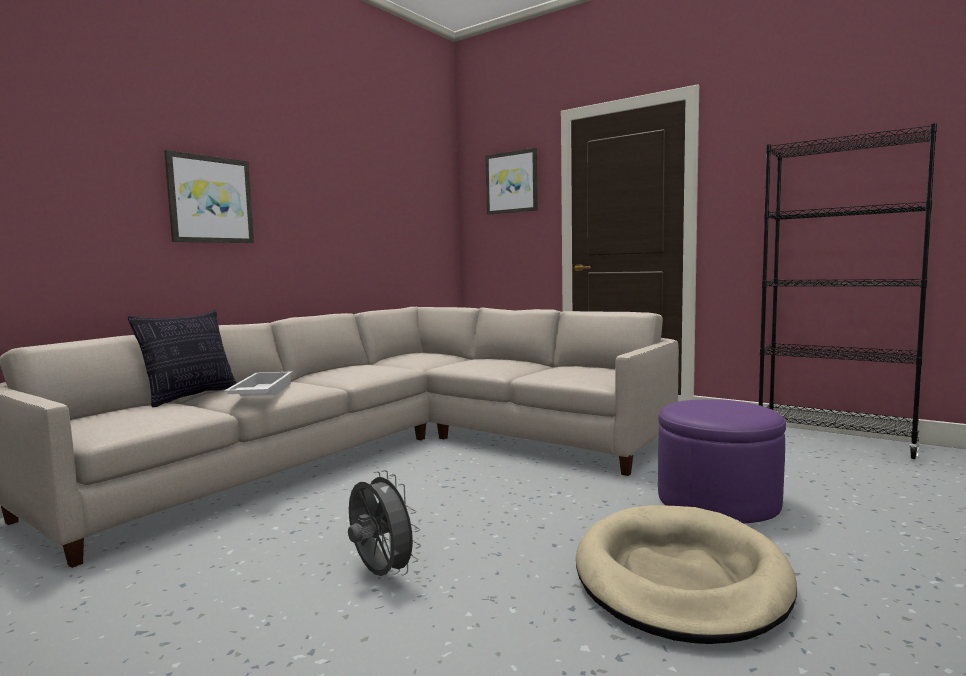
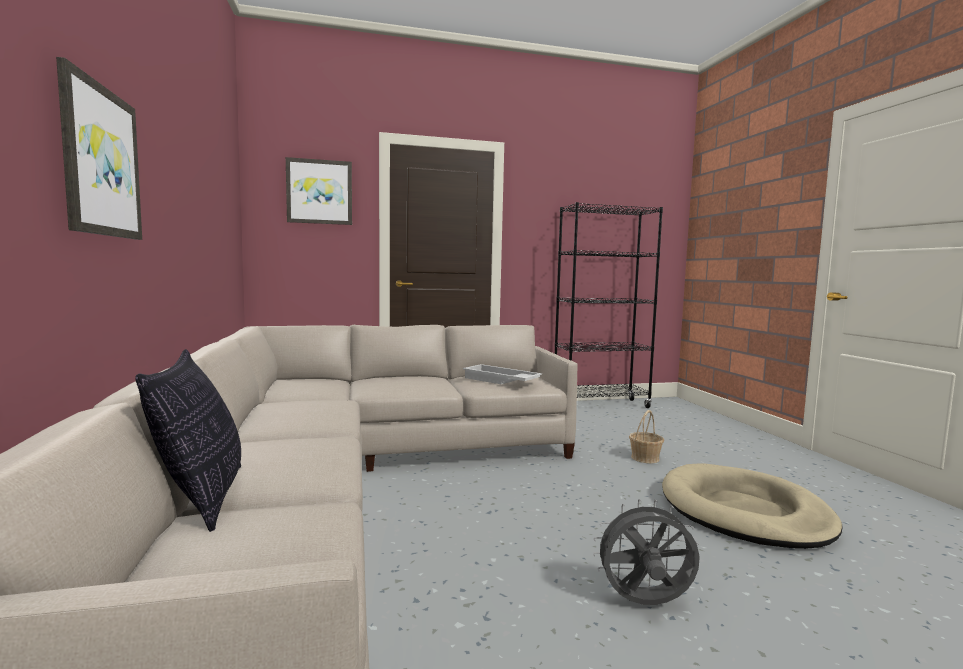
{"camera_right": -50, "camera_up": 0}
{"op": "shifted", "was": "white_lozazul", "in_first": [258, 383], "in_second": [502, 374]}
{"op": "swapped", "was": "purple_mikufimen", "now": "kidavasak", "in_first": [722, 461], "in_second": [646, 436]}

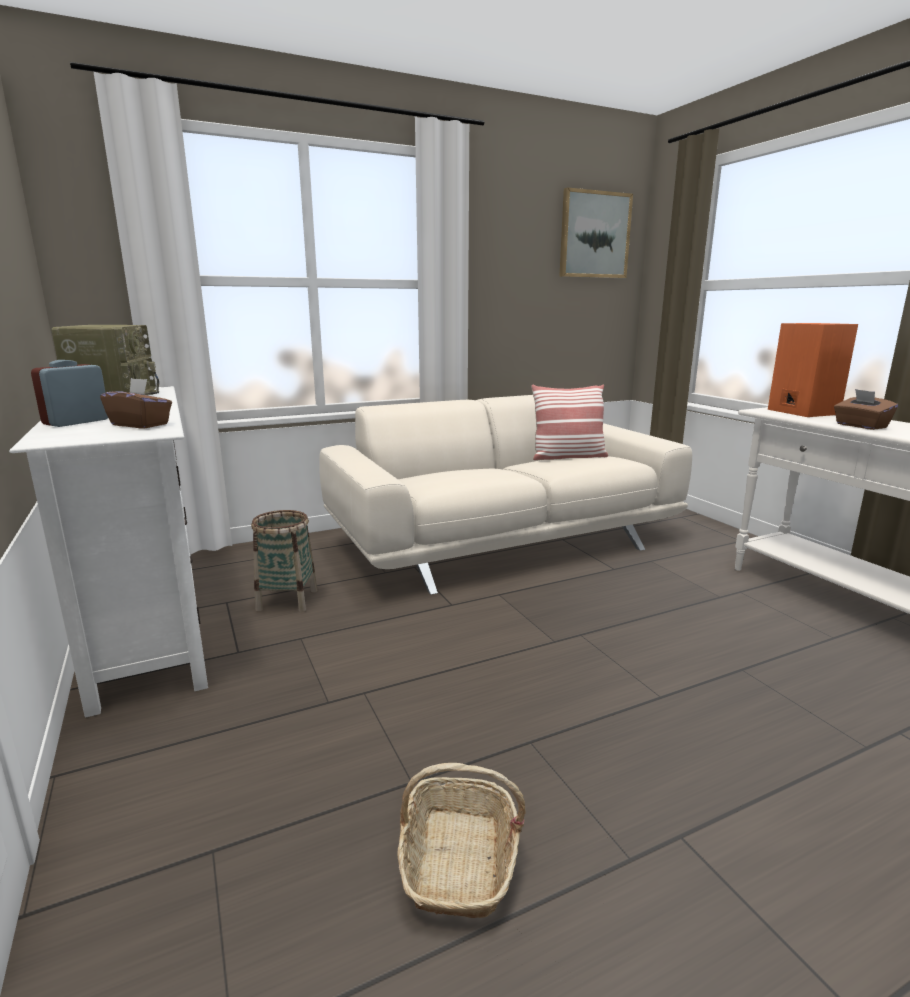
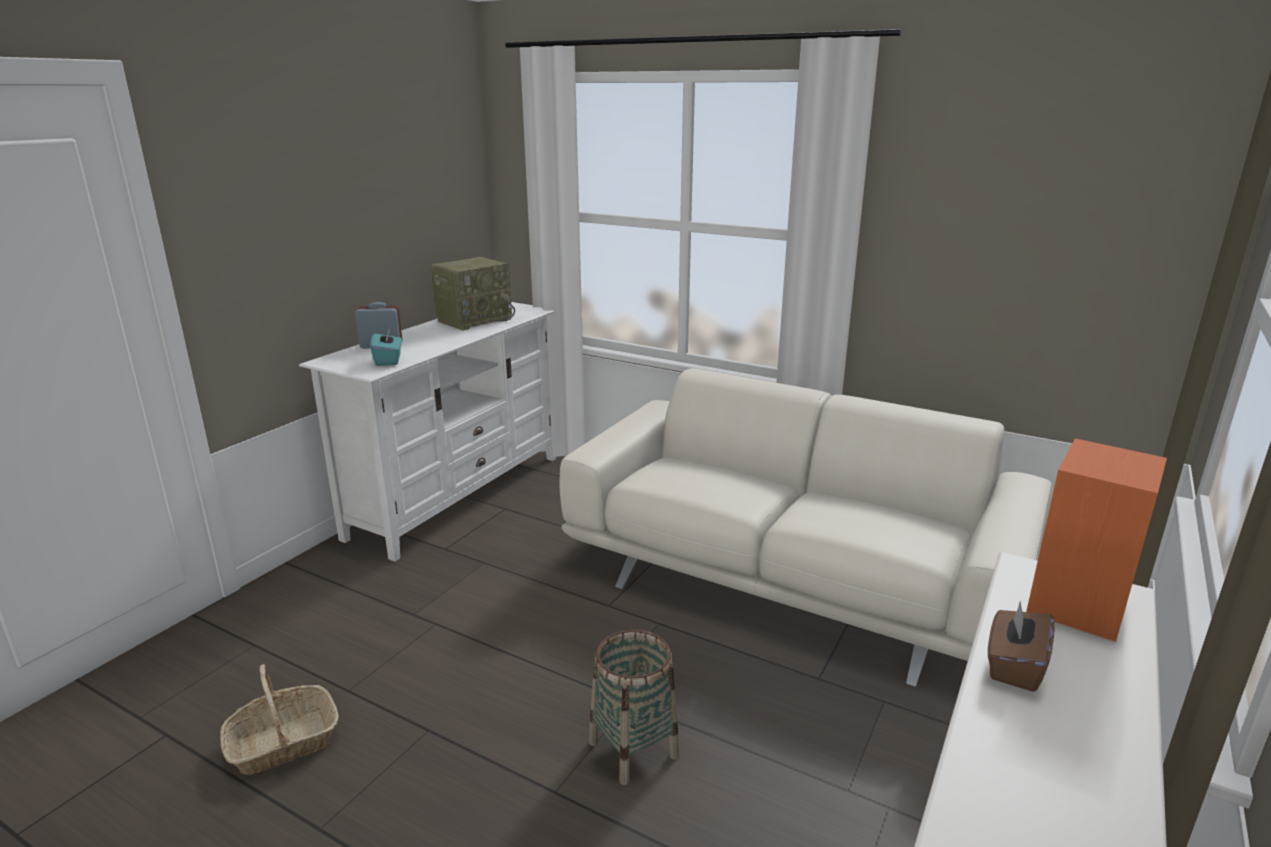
{"camera_right": 55, "camera_up": 5}
{"op": "repainted", "was": "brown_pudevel", "now": "turquoise_pudevel", "in_first": [136, 403], "in_second": [386, 346]}
{"op": "shifted", "was": "kidavasak", "in_first": [284, 561], "in_second": [634, 707]}
{"op": "gone", "was": "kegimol", "in_first": [569, 422]}
{"op": "gone", "was": "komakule", "in_first": [596, 232]}

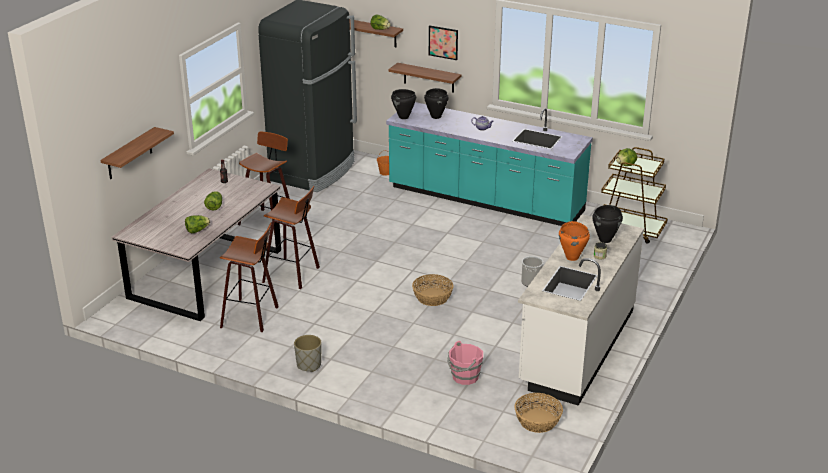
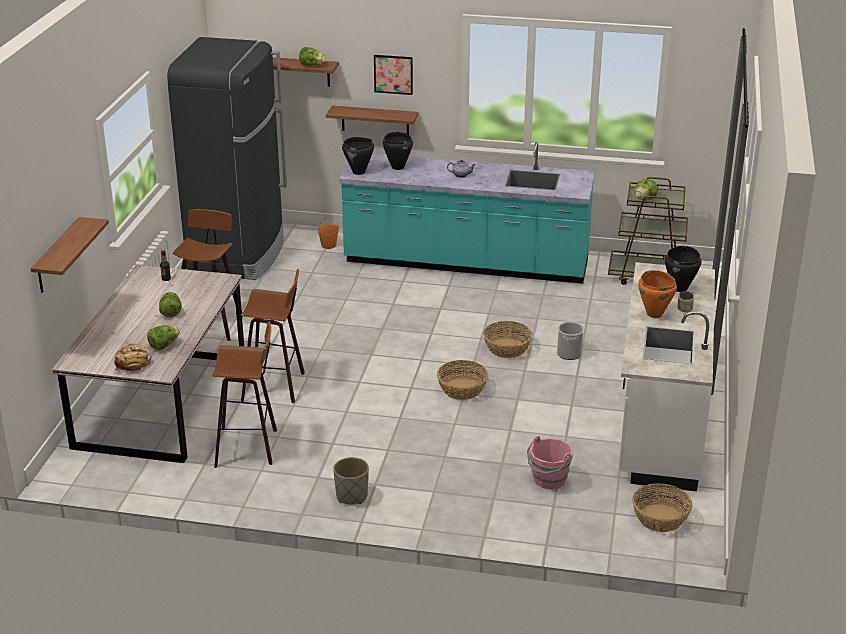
{"camera_right": -15, "camera_up": 0}
{"op": "new", "now": "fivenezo", "in_second": [133, 358]}
{"op": "new", "now": "kidavasak", "in_second": [508, 339]}

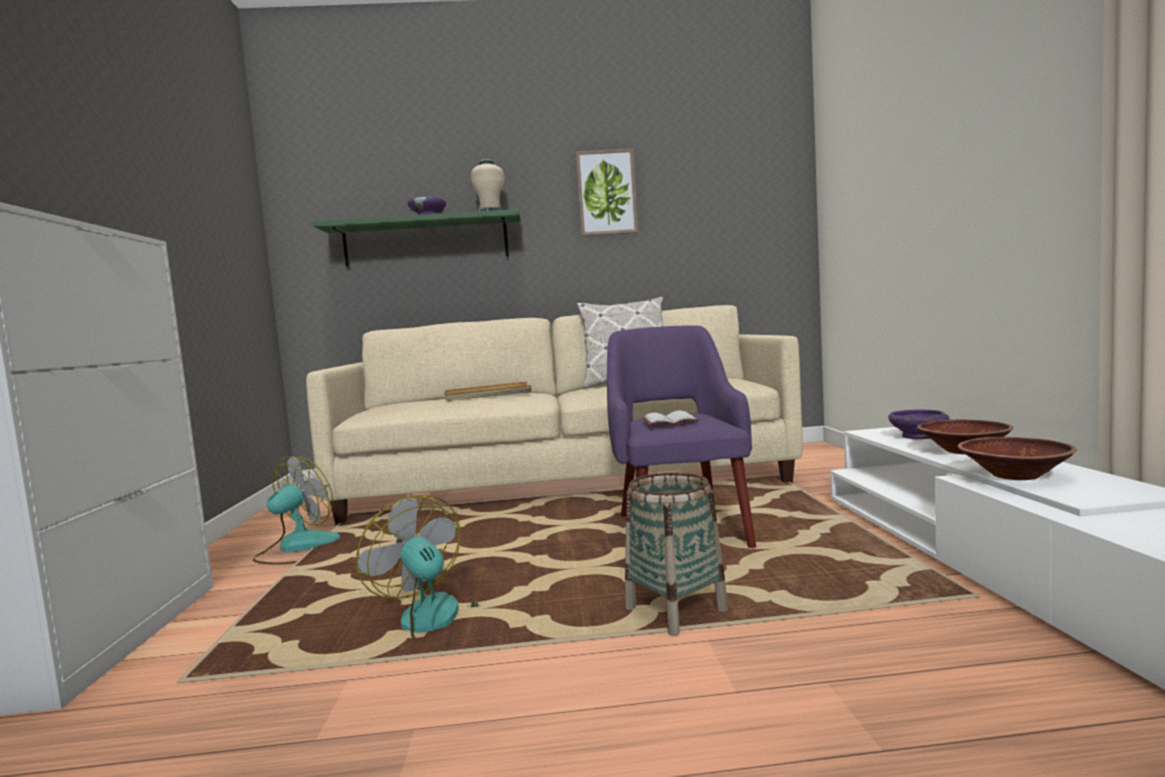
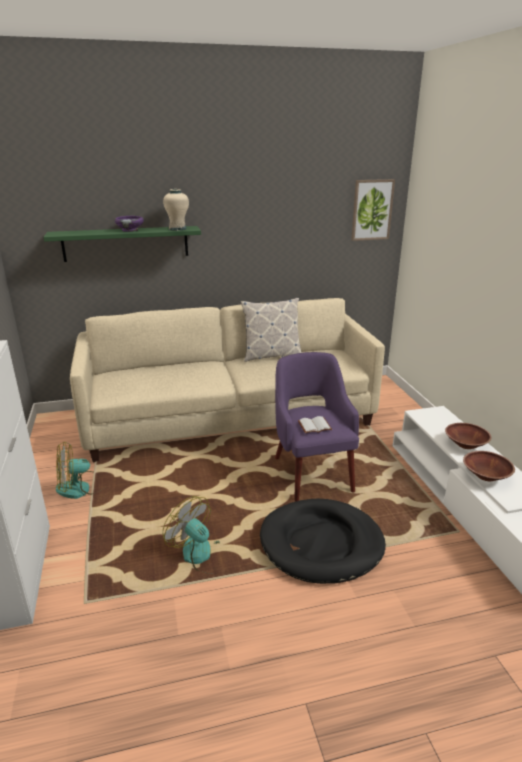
{"camera_right": -10, "camera_up": 20}
{"op": "rotated", "was": "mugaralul", "in_first": [296, 510], "in_second": [81, 470], "clockwise": -135}
{"op": "swapped", "was": "kidavasak", "now": "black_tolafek", "in_first": [676, 554], "in_second": [323, 541]}
{"op": "shifted", "was": "komakule", "in_first": [607, 192], "in_second": [373, 210]}
{"op": "gone", "was": "beige_lozazul", "in_first": [487, 391]}
{"op": "gone", "was": "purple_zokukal", "in_first": [919, 424]}

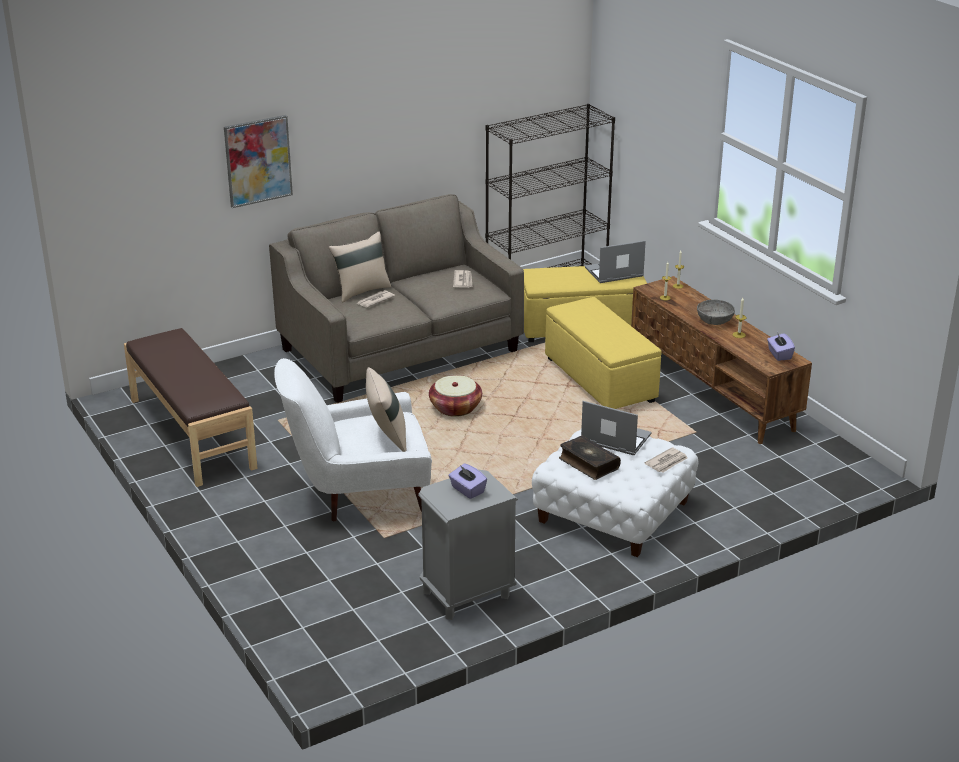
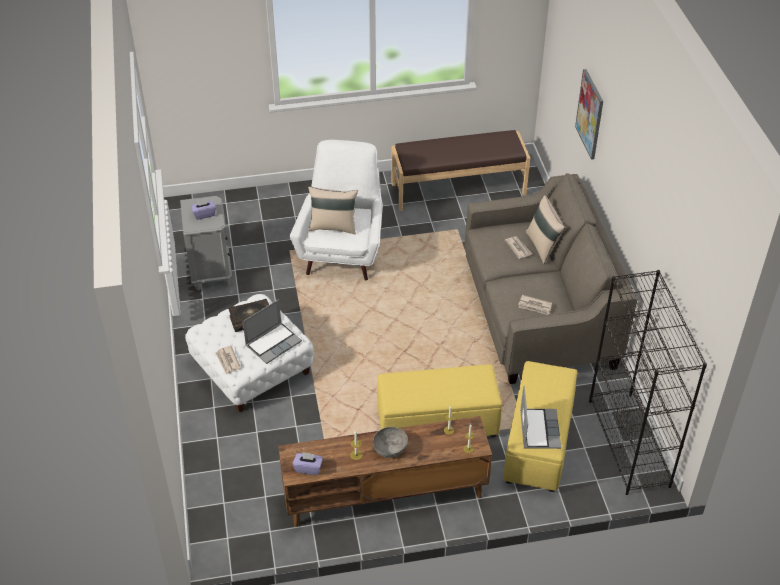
{"camera_right": 110, "camera_up": 15}
{"op": "gone", "was": "kidavasak", "in_first": [455, 396]}

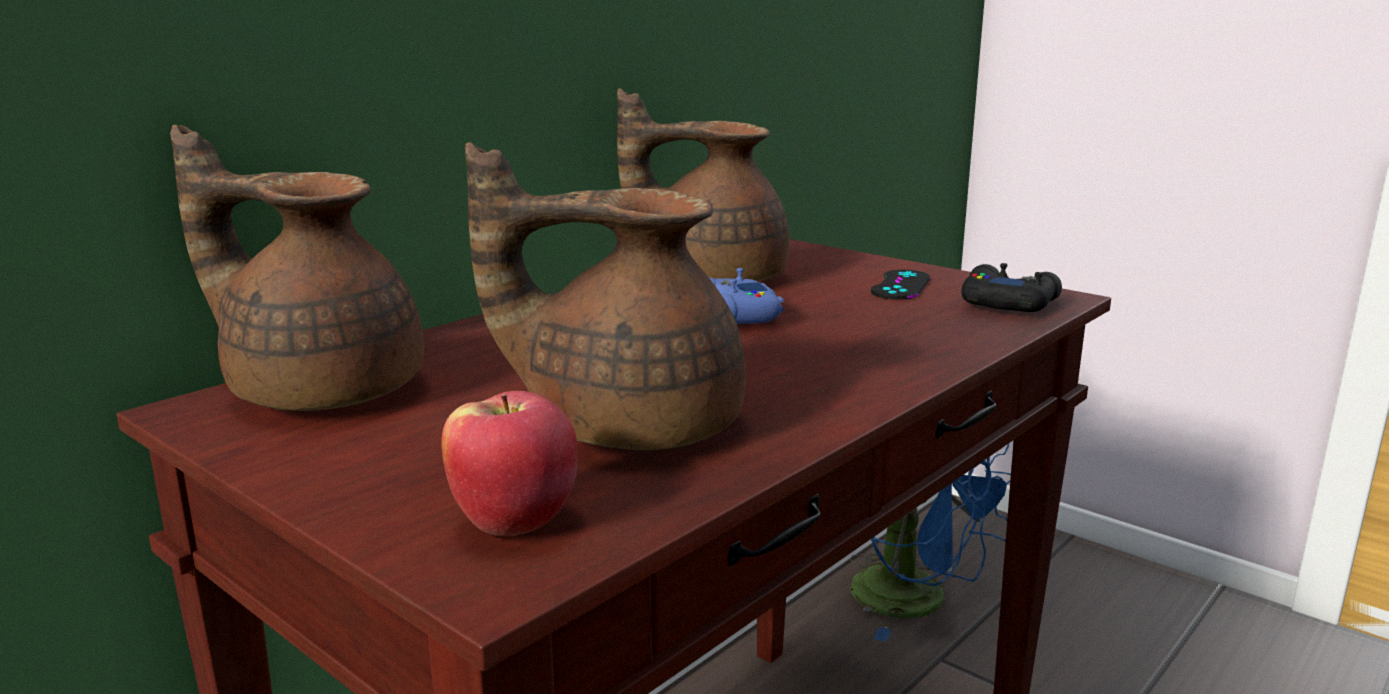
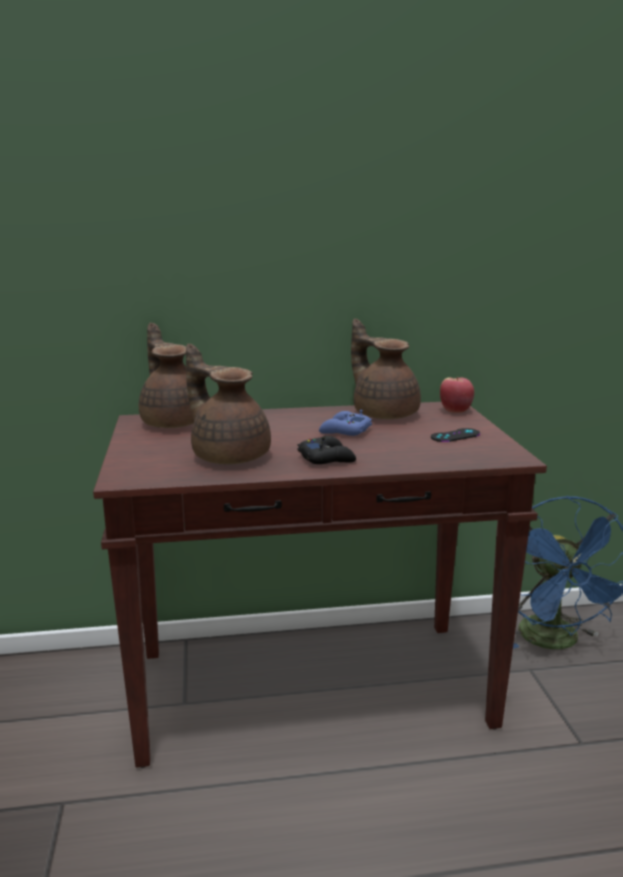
{"camera_right": 40, "camera_up": 0}
{"op": "shifted", "was": "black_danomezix", "in_first": [1011, 287], "in_second": [327, 450]}
{"op": "shifted", "was": "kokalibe", "in_first": [509, 464], "in_second": [457, 395]}

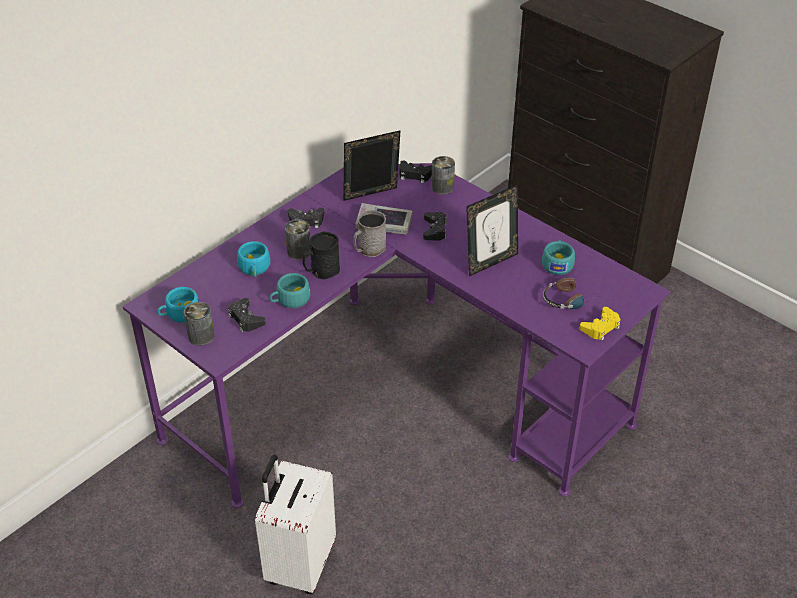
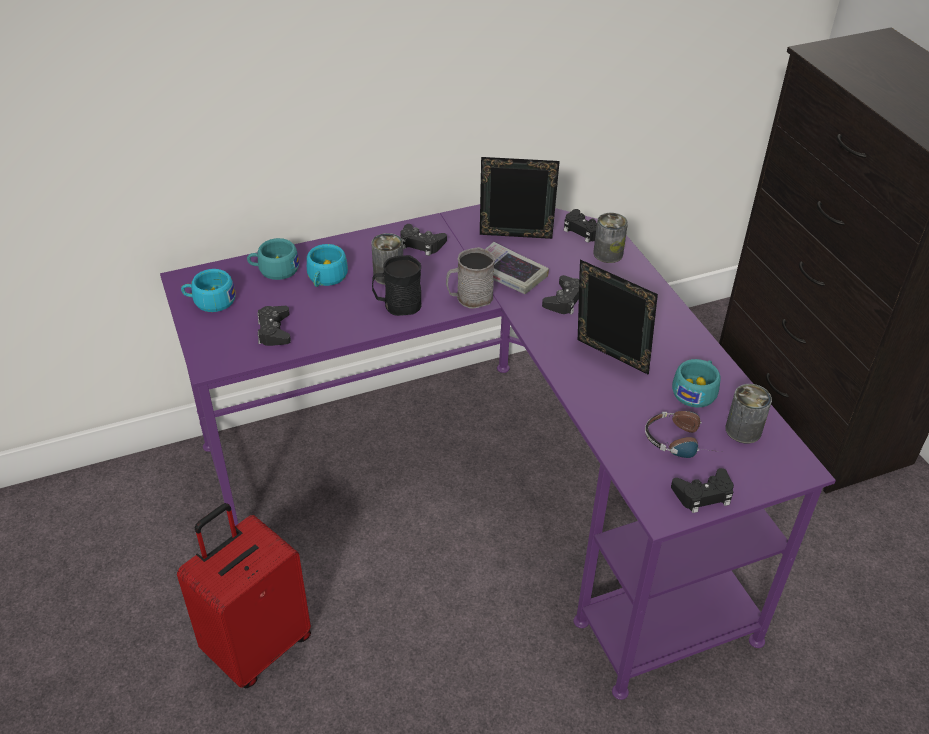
{"camera_right": 25, "camera_up": 0}
{"op": "repainted", "was": "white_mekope", "now": "red_mekope", "in_first": [295, 524], "in_second": [244, 595]}
{"op": "shifted", "was": "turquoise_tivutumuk", "in_first": [290, 290], "in_second": [273, 259]}
{"op": "rotated", "was": "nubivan", "in_first": [492, 230], "in_second": [618, 317], "clockwise": -135}
{"op": "repainted", "was": "yellow_danomezix", "now": "black_danomezix", "in_first": [600, 324], "in_second": [702, 490]}
{"op": "shifted", "was": "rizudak", "in_first": [199, 324], "in_second": [748, 413]}

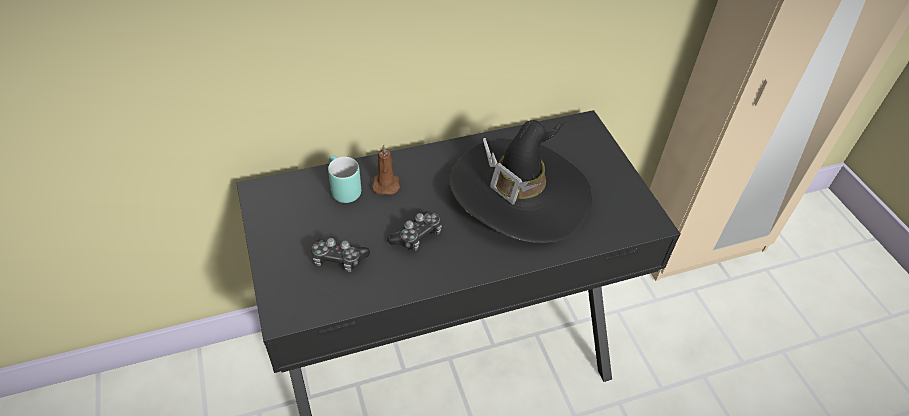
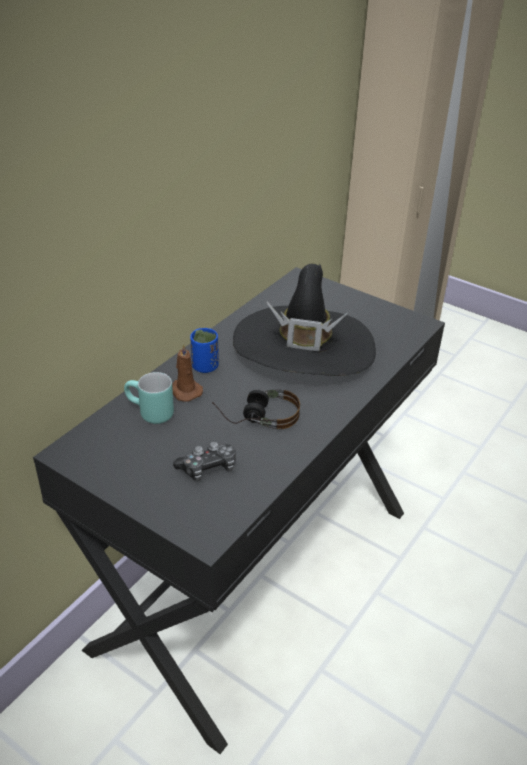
{"camera_right": -35, "camera_up": -10}
{"op": "new", "now": "blue_tivutumuk", "in_second": [204, 350]}
{"op": "swapped", "was": "danomezix", "now": "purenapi", "in_first": [414, 231], "in_second": [256, 409]}

